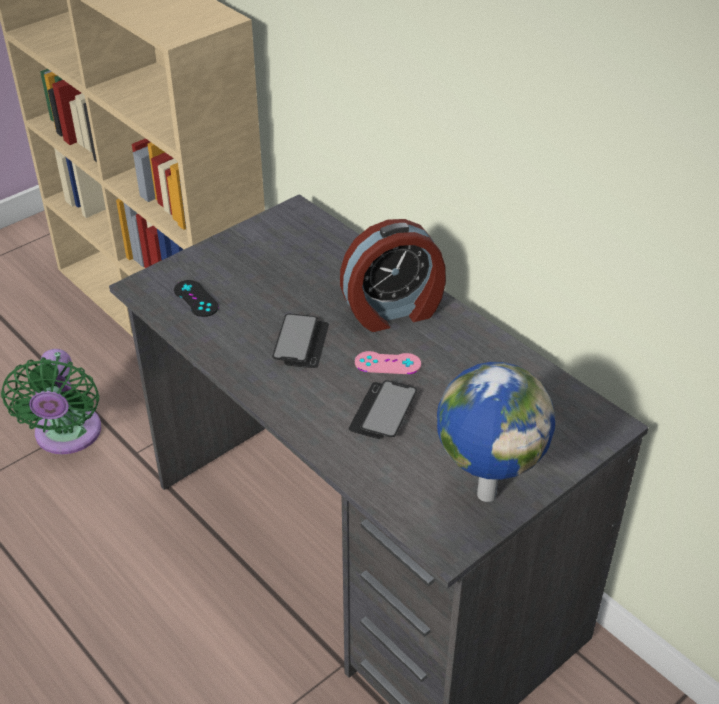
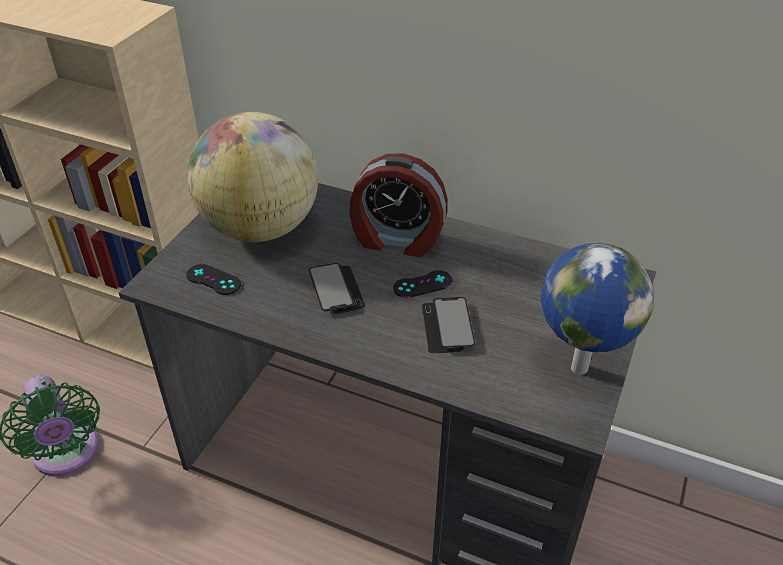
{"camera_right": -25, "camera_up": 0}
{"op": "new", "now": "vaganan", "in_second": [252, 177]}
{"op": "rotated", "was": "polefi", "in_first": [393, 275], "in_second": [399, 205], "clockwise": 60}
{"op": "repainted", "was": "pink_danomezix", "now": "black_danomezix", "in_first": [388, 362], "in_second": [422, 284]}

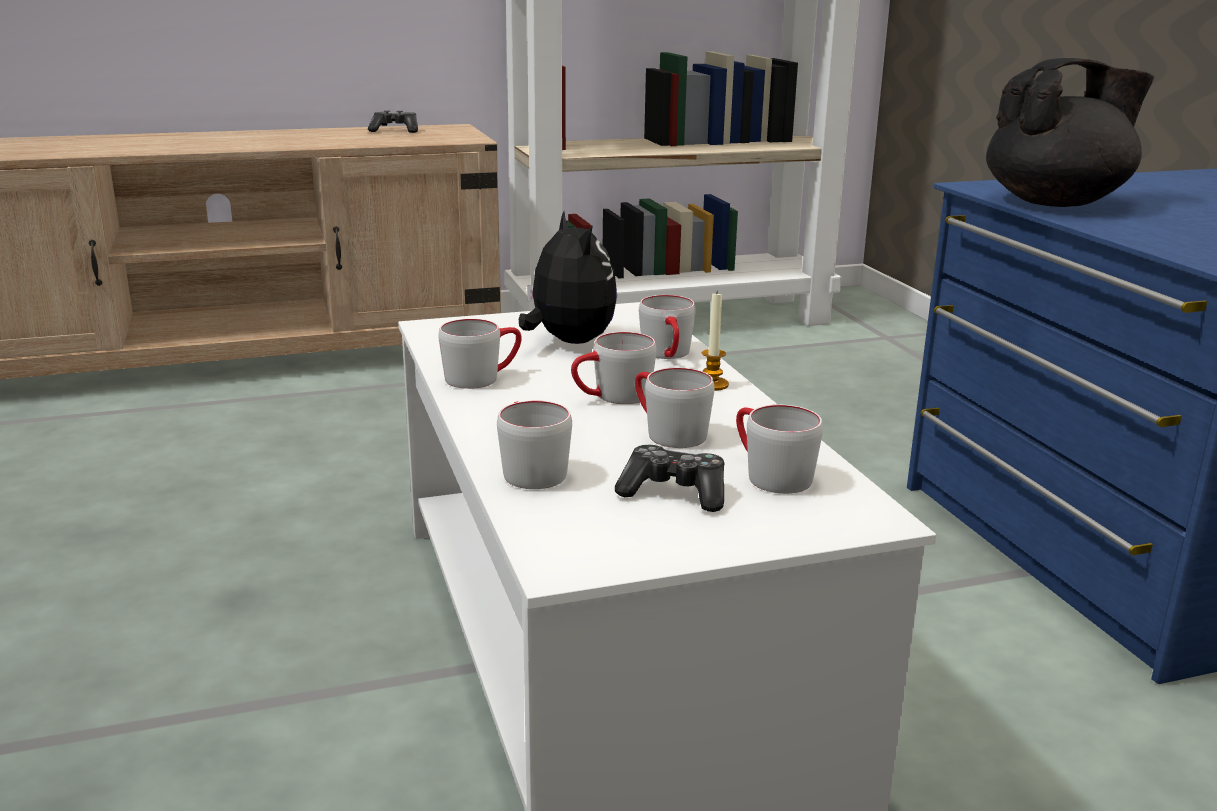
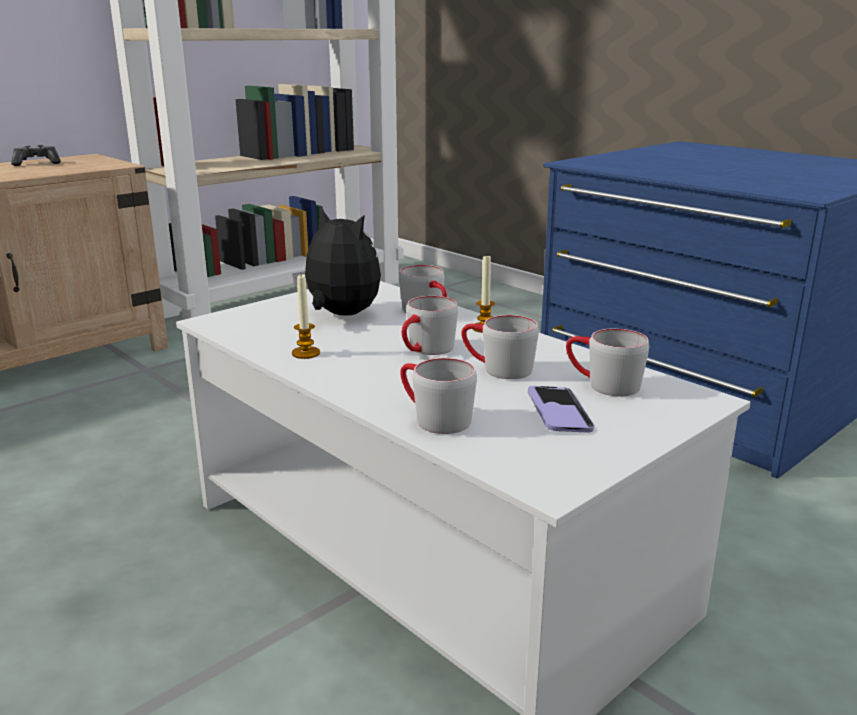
{"camera_right": -25, "camera_up": 0}
{"op": "swapped", "was": "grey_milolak", "now": "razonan", "in_first": [480, 354], "in_second": [306, 316]}
{"op": "swapped", "was": "danomezix", "now": "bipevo", "in_first": [670, 478], "in_second": [561, 409]}
{"op": "gone", "was": "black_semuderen", "in_first": [1070, 132]}

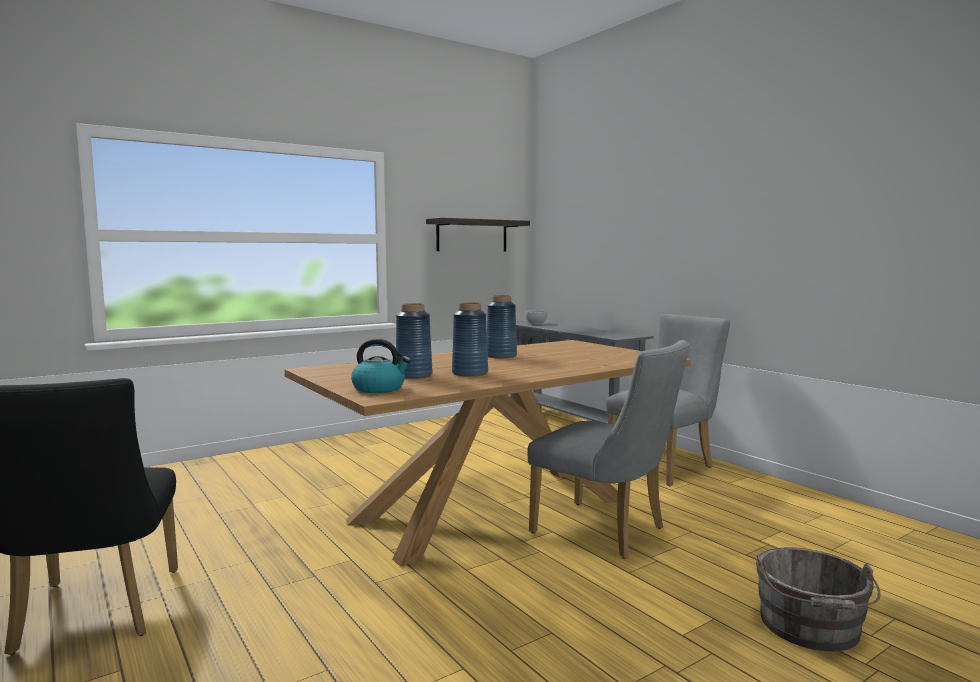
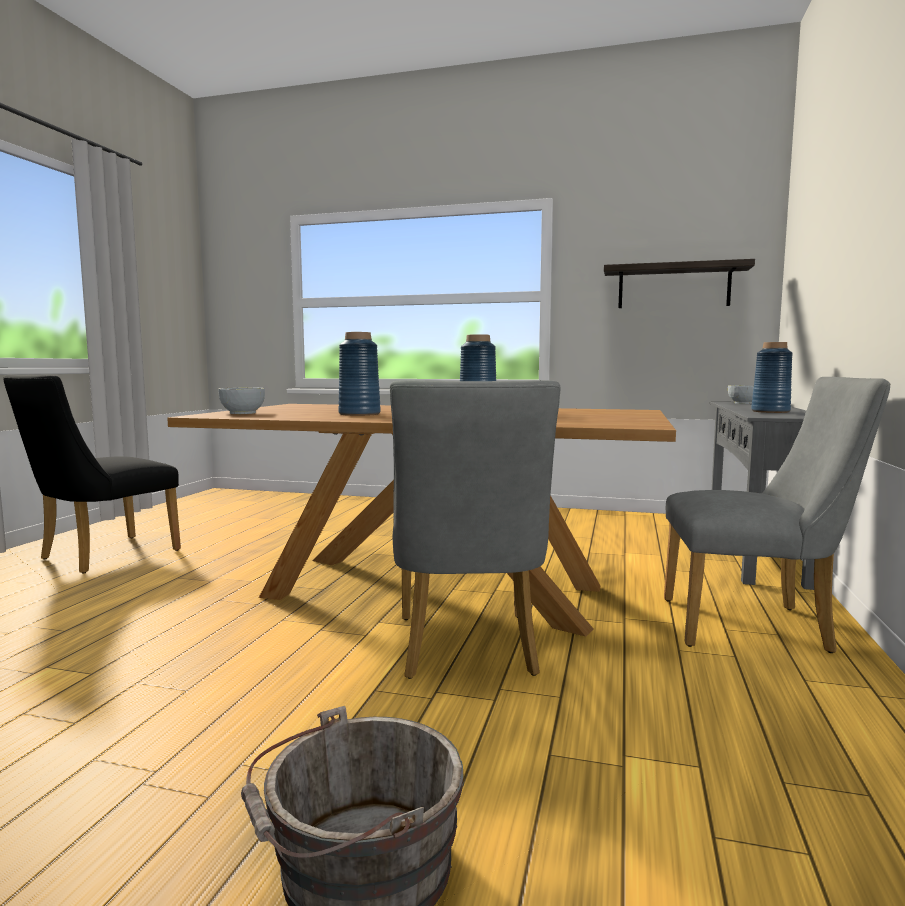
{"camera_right": 50, "camera_up": 0}
{"op": "swapped", "was": "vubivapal", "now": "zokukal", "in_first": [381, 366], "in_second": [241, 401]}
{"op": "shifted", "was": "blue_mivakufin", "in_first": [414, 341], "in_second": [772, 377]}

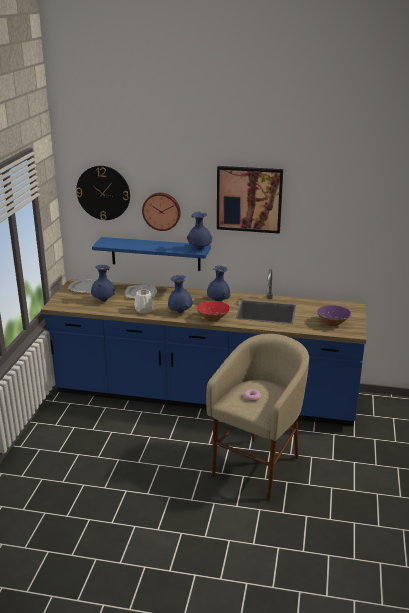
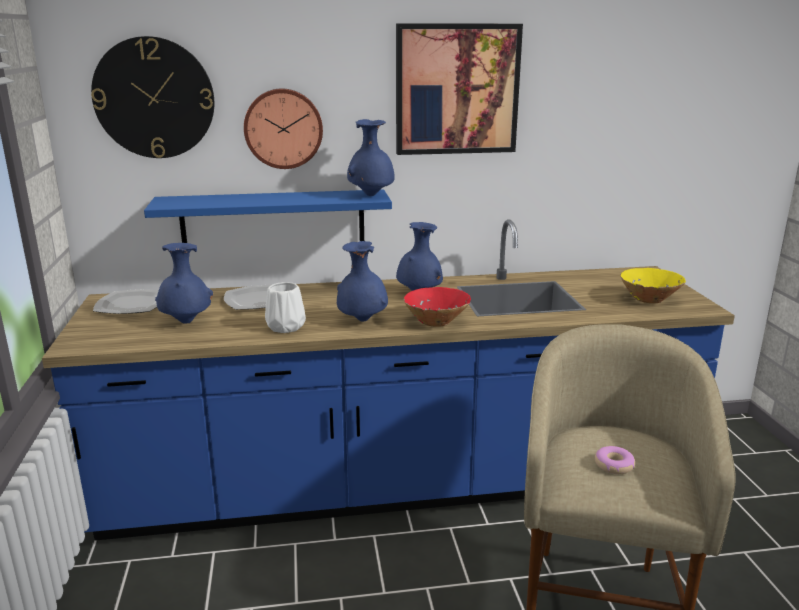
{"camera_right": -20, "camera_up": -5}
{"op": "repainted", "was": "purple_zokukal", "now": "yellow_zokukal", "in_first": [334, 315], "in_second": [653, 285]}

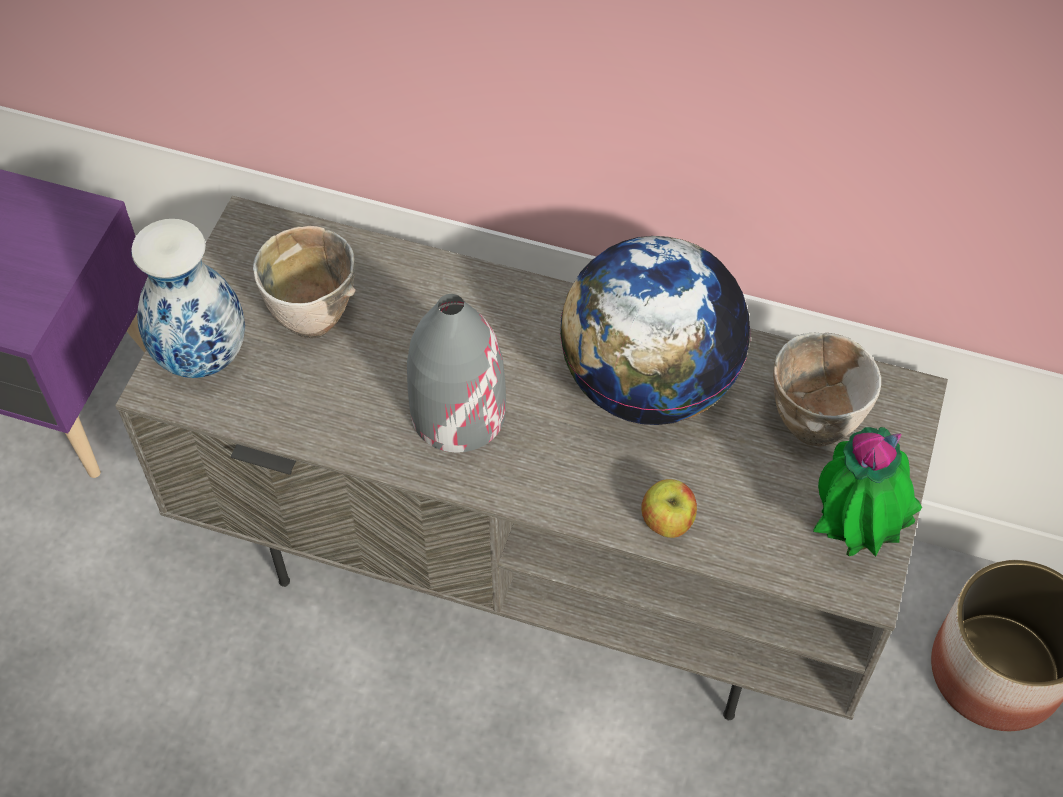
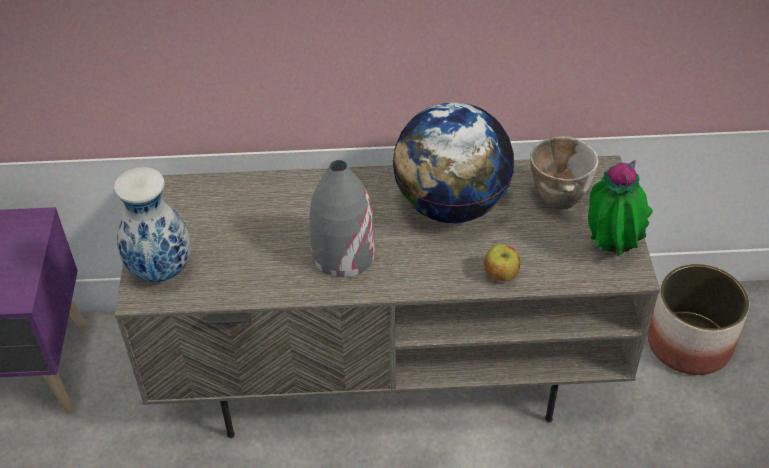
{"camera_right": -20, "camera_up": -10}
{"op": "gone", "was": "zokukal", "in_first": [304, 282]}

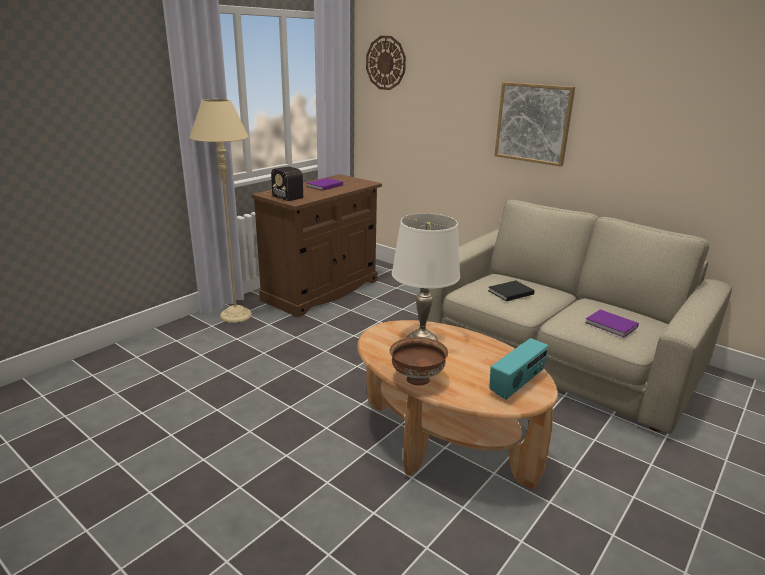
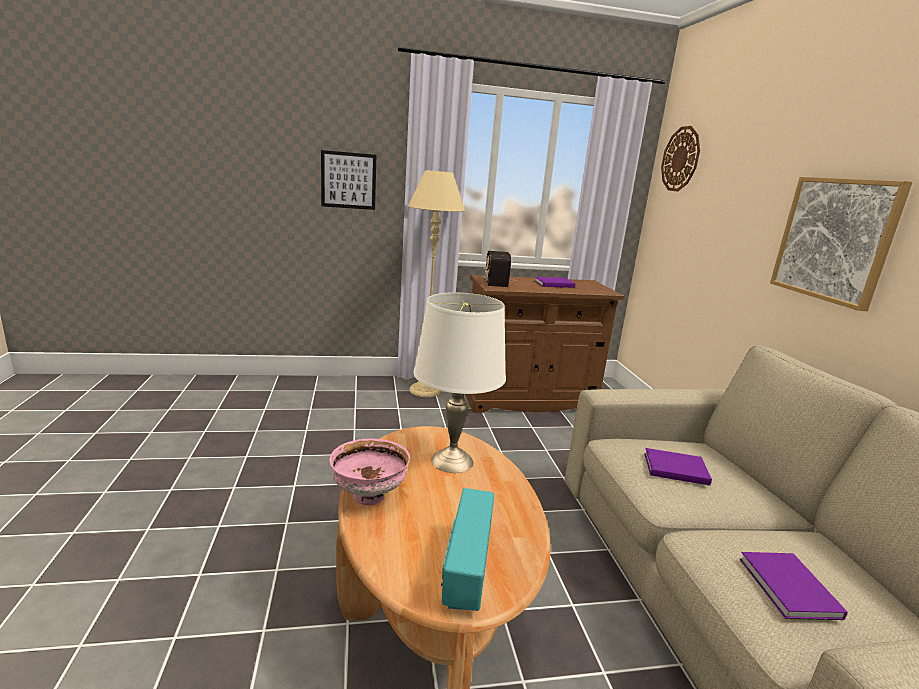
{"camera_right": 40, "camera_up": -5}
{"op": "new", "now": "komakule", "in_second": [348, 180]}
{"op": "repainted", "was": "brown_zokukal", "now": "pink_zokukal", "in_first": [419, 361], "in_second": [369, 471]}
{"op": "rotated", "was": "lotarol", "in_first": [518, 369], "in_second": [467, 549], "clockwise": 105}
{"op": "repainted", "was": "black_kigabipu", "now": "purple_kigabipu", "in_first": [511, 290], "in_second": [678, 467]}

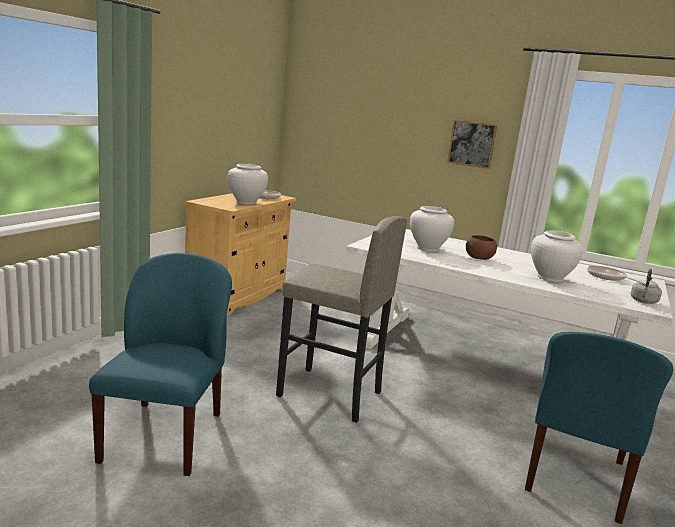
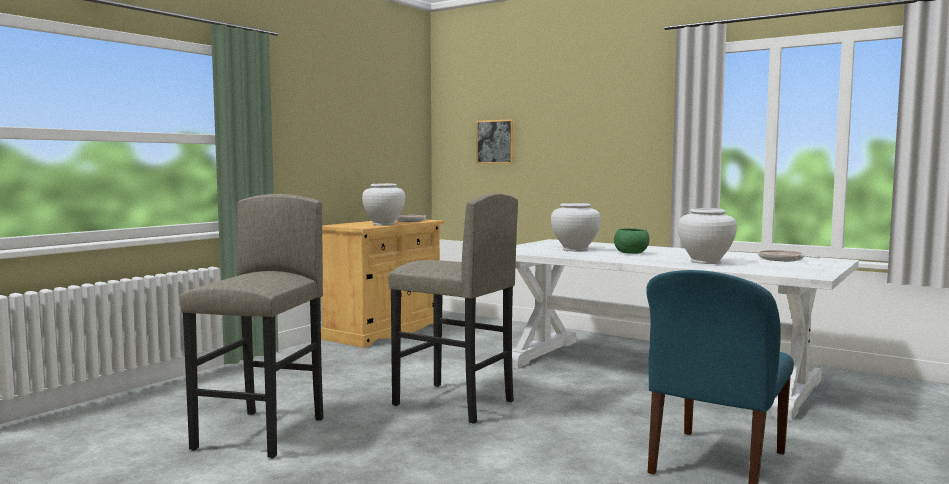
{"camera_right": 10, "camera_up": -10}
{"op": "swapped", "was": "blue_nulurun", "now": "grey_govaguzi", "in_first": [160, 364], "in_second": [252, 326]}
{"op": "shifted", "was": "komakule", "in_first": [472, 144], "in_second": [495, 141]}
{"op": "repainted", "was": "brown_zokukal", "now": "green_zokukal", "in_first": [481, 247], "in_second": [631, 241]}
{"op": "gone", "was": "grey_vubivapal", "in_first": [646, 286]}

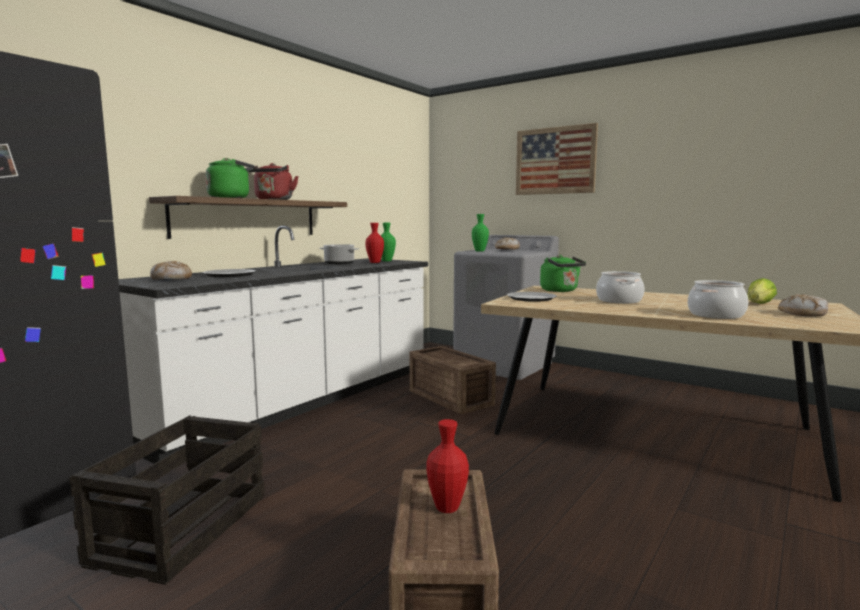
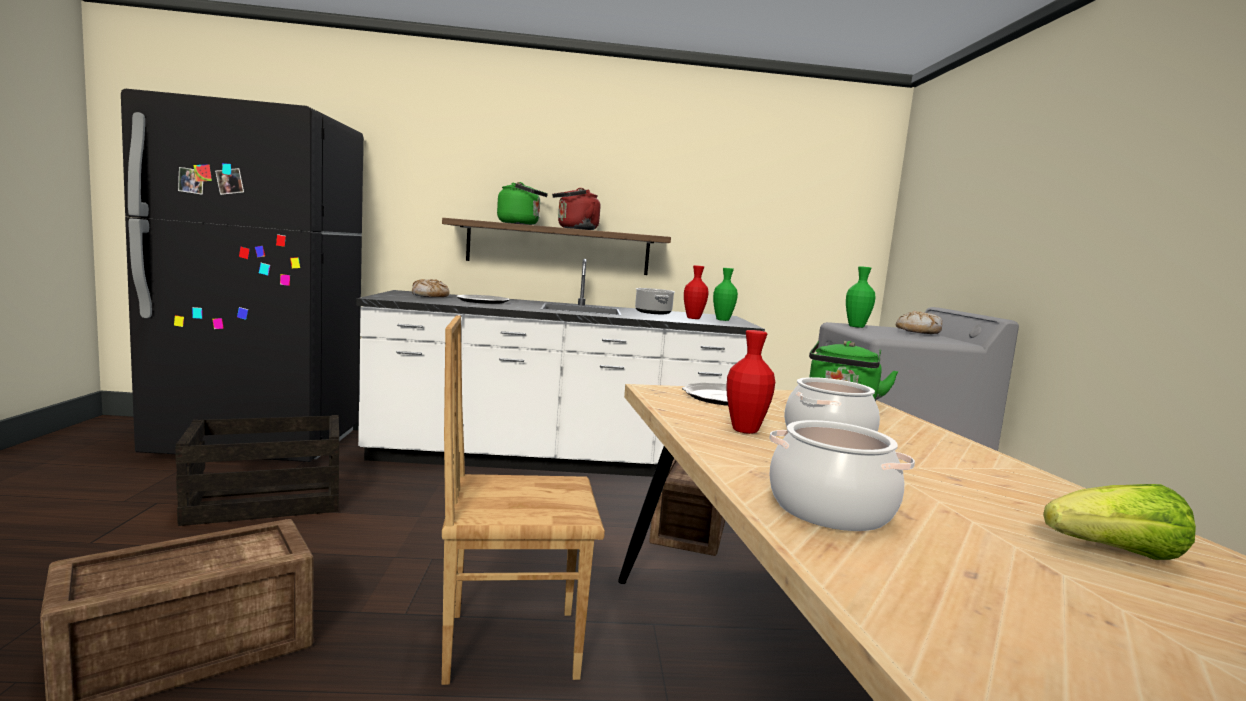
{"camera_right": 50, "camera_up": 0}
{"op": "new", "now": "brown_nulurun", "in_second": [523, 500]}
{"op": "shifted", "was": "red_mivakufin", "in_first": [447, 466], "in_second": [750, 382]}
{"op": "gone", "was": "komakule", "in_first": [557, 159]}
{"op": "gone", "was": "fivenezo", "in_first": [803, 305]}

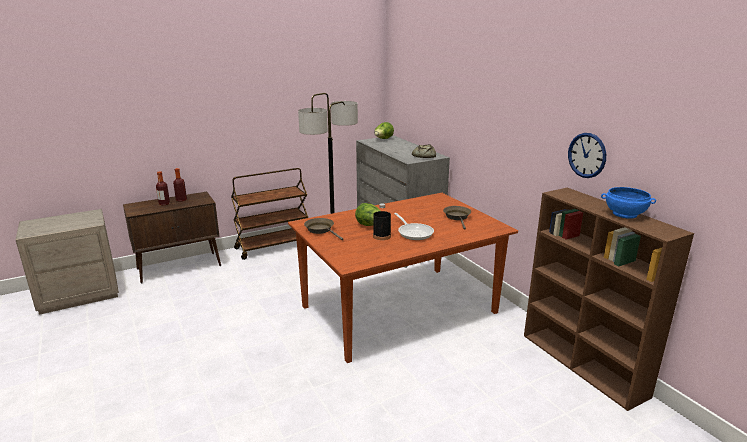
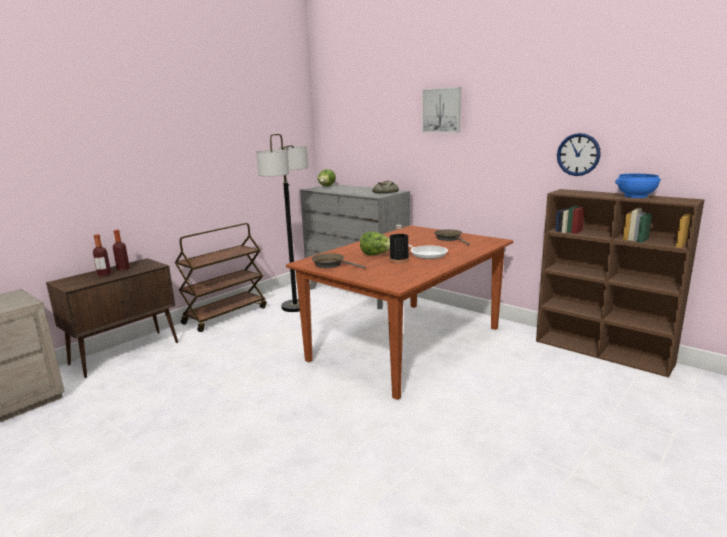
{"camera_right": -20, "camera_up": -5}
{"op": "new", "now": "komakule", "in_second": [441, 109]}

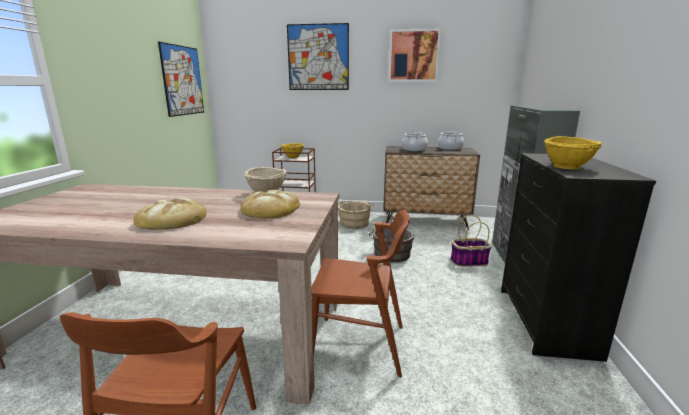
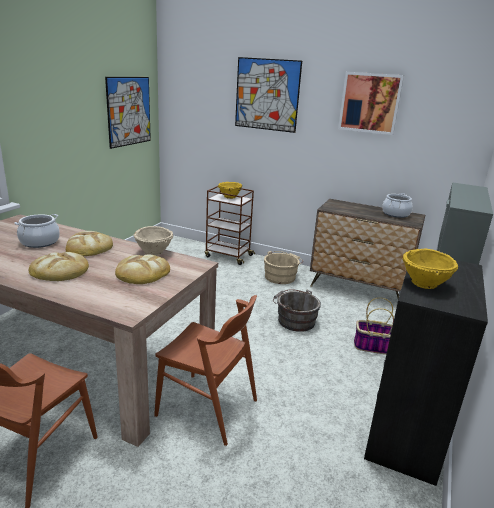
{"camera_right": 15, "camera_up": 5}
{"op": "shifted", "was": "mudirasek", "in_first": [415, 142], "in_second": [37, 231]}
{"op": "new", "now": "fivenezo", "in_second": [89, 243]}

